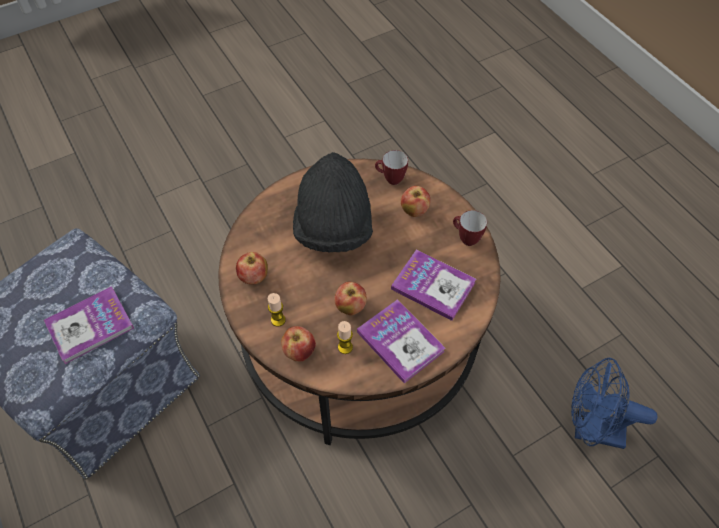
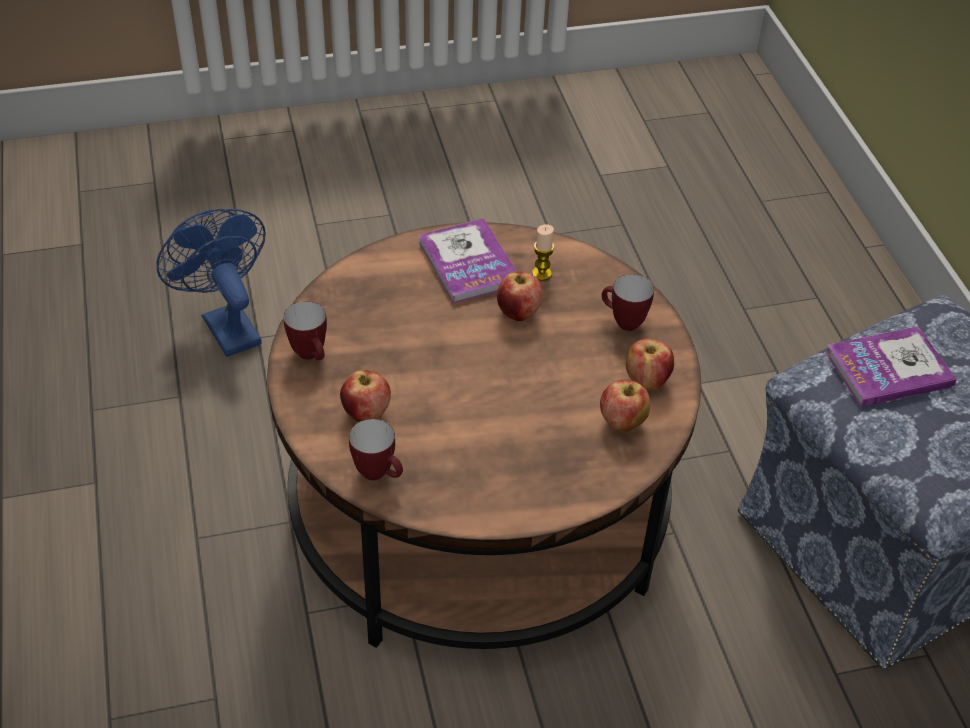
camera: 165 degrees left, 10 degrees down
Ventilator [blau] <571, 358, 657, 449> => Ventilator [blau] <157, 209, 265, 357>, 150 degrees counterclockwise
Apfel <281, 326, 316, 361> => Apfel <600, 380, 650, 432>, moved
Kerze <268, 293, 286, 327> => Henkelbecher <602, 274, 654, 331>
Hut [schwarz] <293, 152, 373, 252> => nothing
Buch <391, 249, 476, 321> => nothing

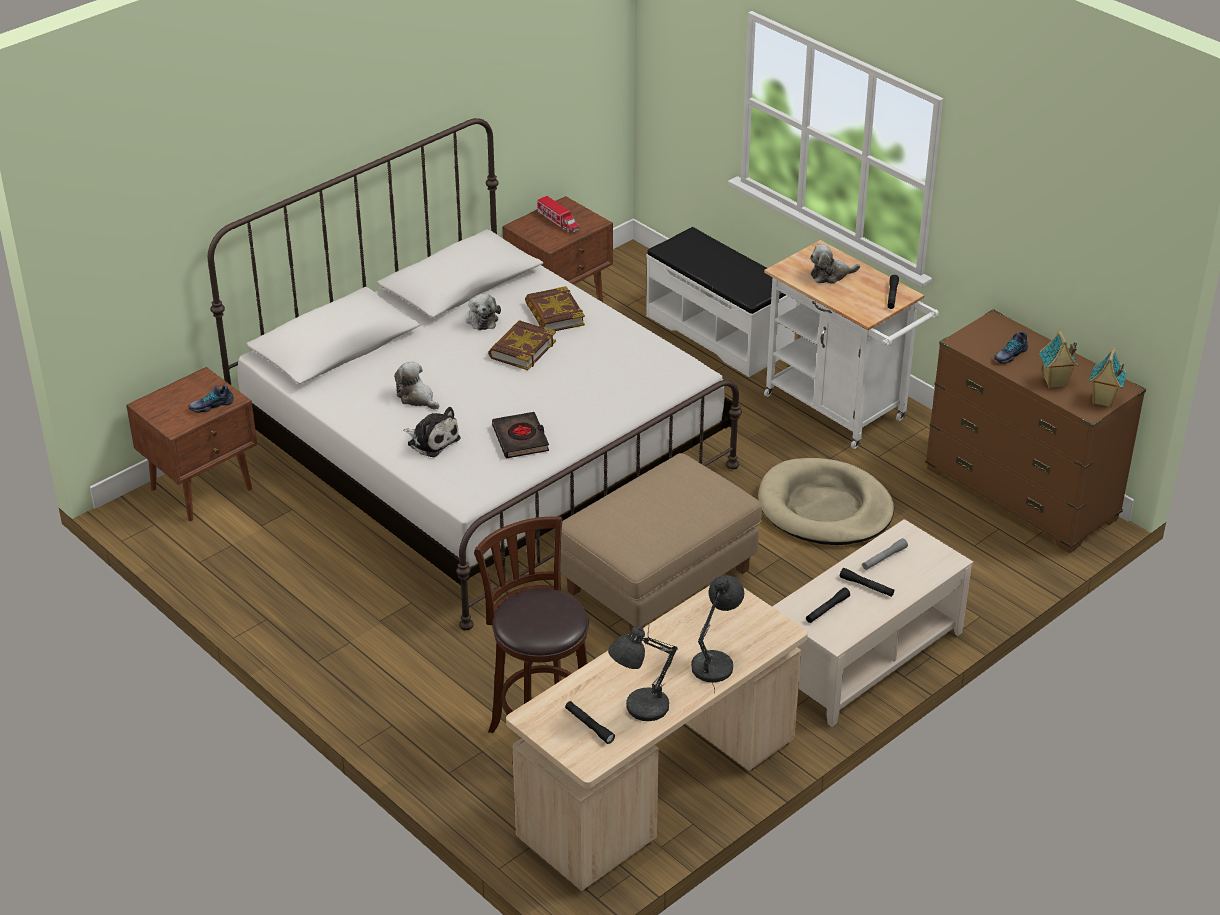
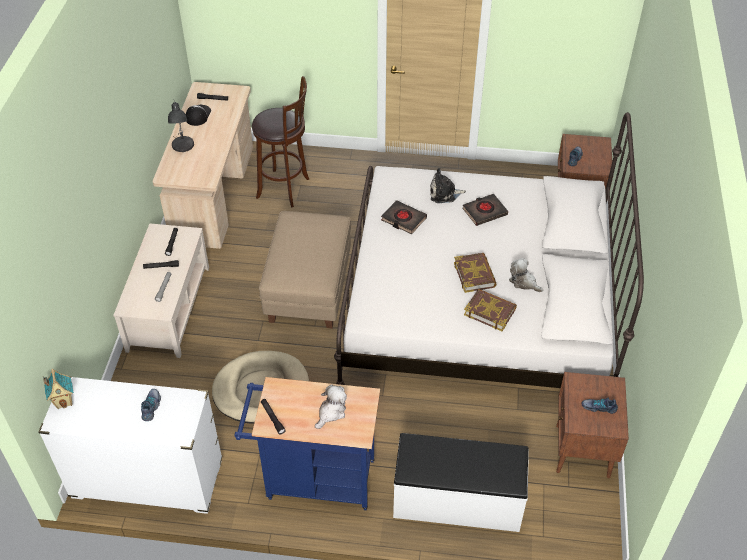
camera: 140 degrees right, 10 degrees up
Kommode [braun] <925, 309, 1146, 553> => Kommode [weiß] <38, 376, 222, 514>
Tischlampe [grau] <608, 623, 678, 721> => Kappe <186, 105, 211, 126>
Rollwagen [weiß] <764, 240, 939, 449> => Rollwagen [blau] <234, 377, 380, 510>
Plüschtier <394, 361, 439, 410> => Buch [schwarz] <463, 194, 508, 226>
Spielzeuglaster <537, 195, 579, 233> => Schuh <582, 398, 618, 414>
Spielzeughaus <1039, 330, 1079, 389> => nothing

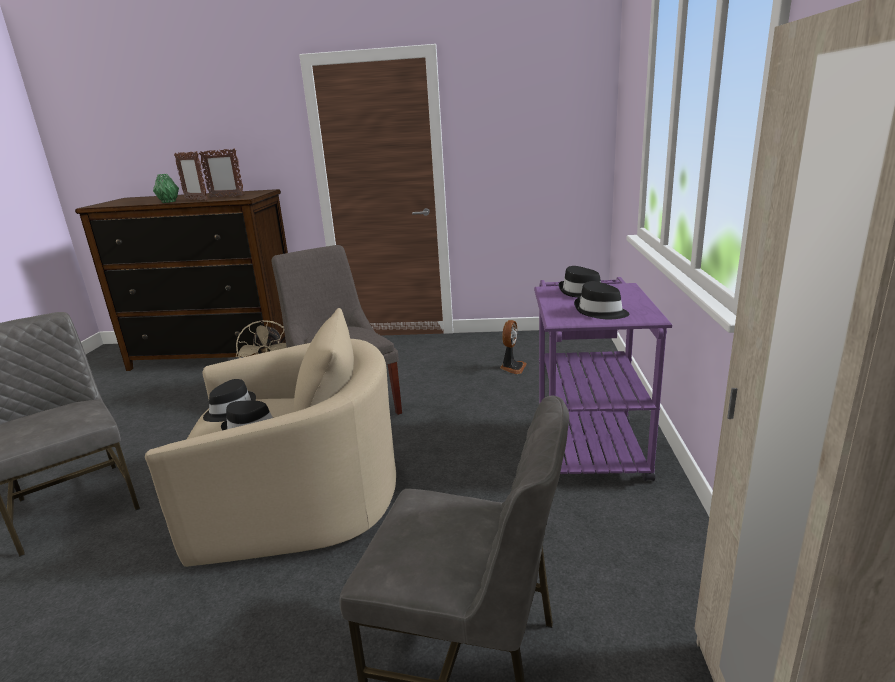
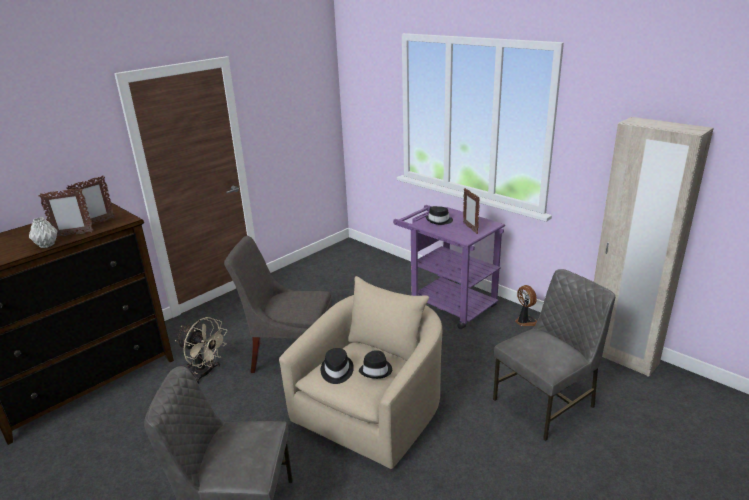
camera: 50 degrees left, 5 degrees up
Vase [grün] <153, 174, 179, 203> => Vase [grau] <29, 217, 57, 248>
Hut [schwarz] <574, 281, 629, 319> => Bilderrahmen <463, 188, 480, 234>
Ventilator <500, 320, 527, 374> => Ventilator <515, 285, 537, 326>, moved

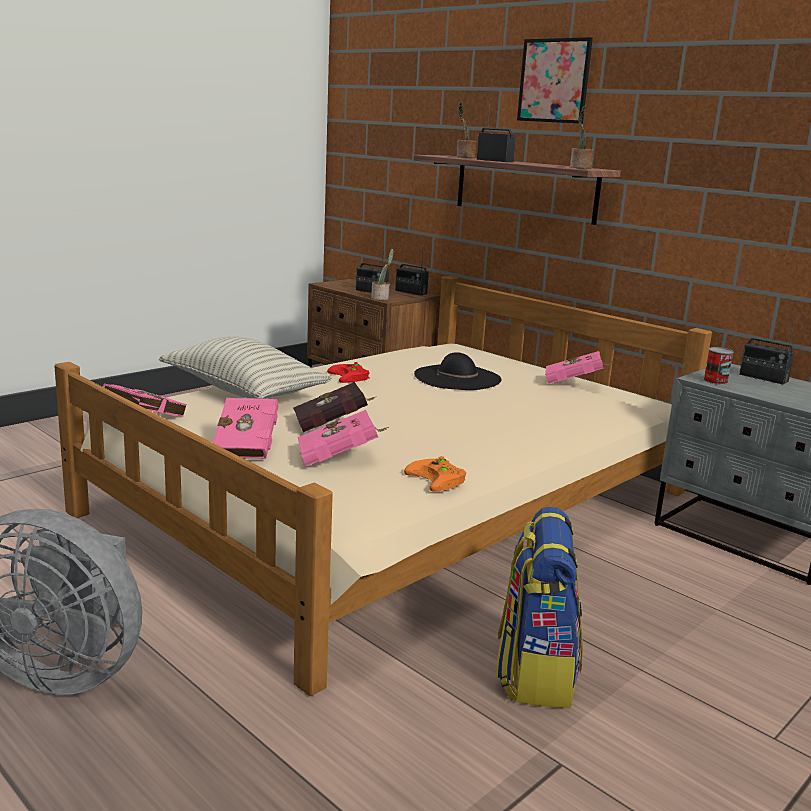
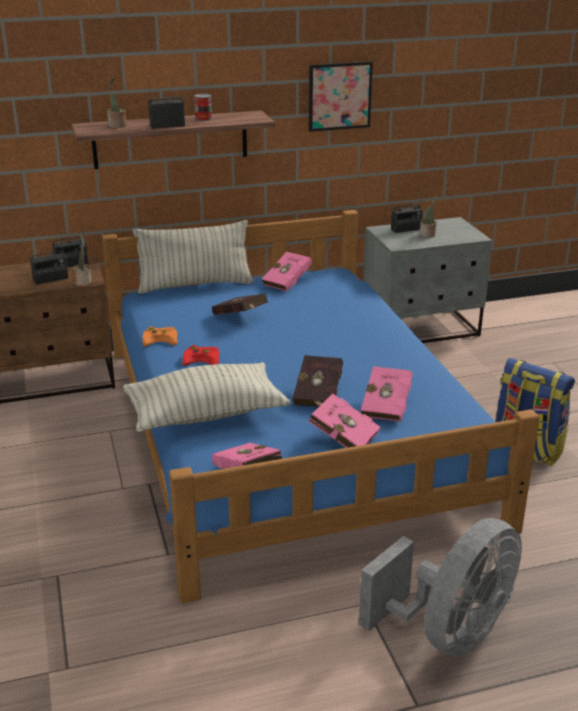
camera: 60 degrees left, 10 degrees up
Bett [beige] <54, 276, 712, 696> => Bett [blau] <102, 210, 539, 603>
nothing => Kissen <133, 220, 253, 294>
Gamepad [orange] <404, 456, 466, 492> => Gamepad [orange] <143, 326, 178, 346>, moved
Dose <704, 347, 733, 385> => Dose <194, 94, 212, 121>, moved
Hut [schwarz] <414, 352, 501, 390> => Buch [rot] <212, 294, 268, 315>
Bild <517, 37, 593, 124> => Bild <309, 61, 373, 132>, moved
Topfpflanze <570, 106, 594, 169> => Topfpflanze <419, 195, 438, 238>, moved

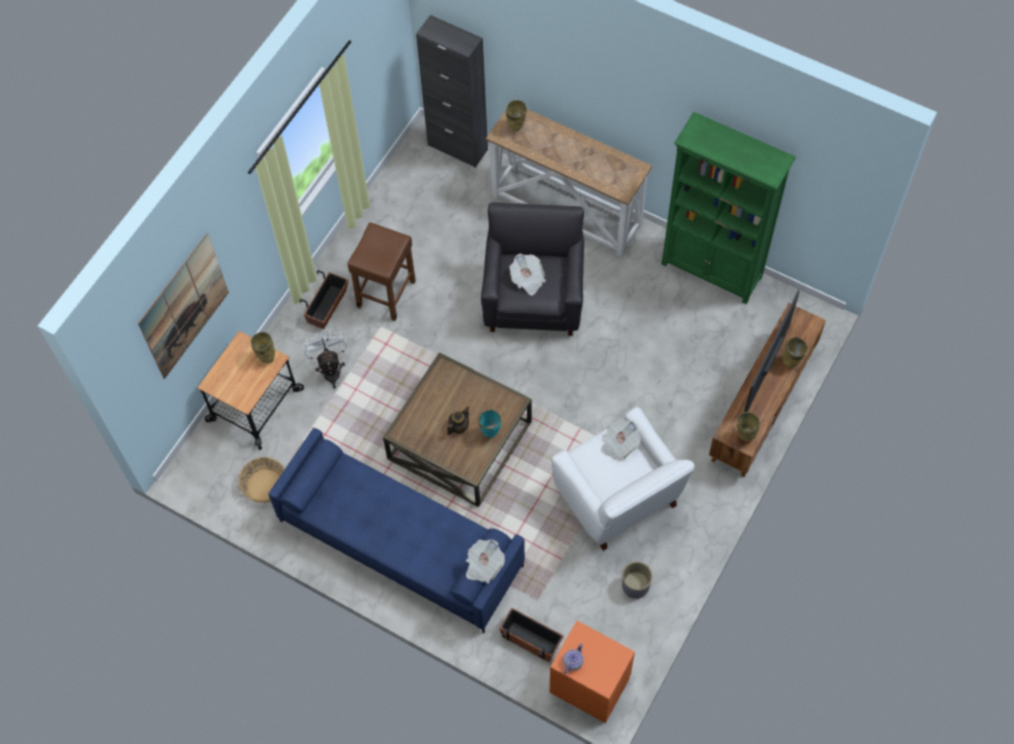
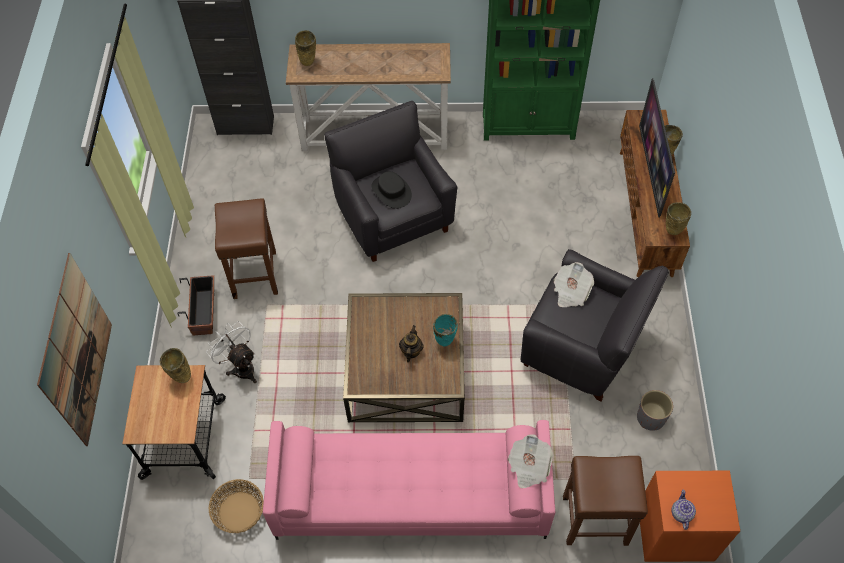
camera: 30 degrees left, 5 degrees down
Sofa [blau] <268, 428, 525, 633> => Sofa [rosa] <263, 420, 555, 540>
Zeitung <509, 253, 546, 296> => Hut [schwarz] <371, 171, 412, 209>
Sessel [weiß] <551, 407, 695, 551> => Sessel [schwarz] <521, 249, 669, 402>
Pflanzkübel <499, 608, 564, 662> => Hocker [braun] <563, 456, 648, 546>

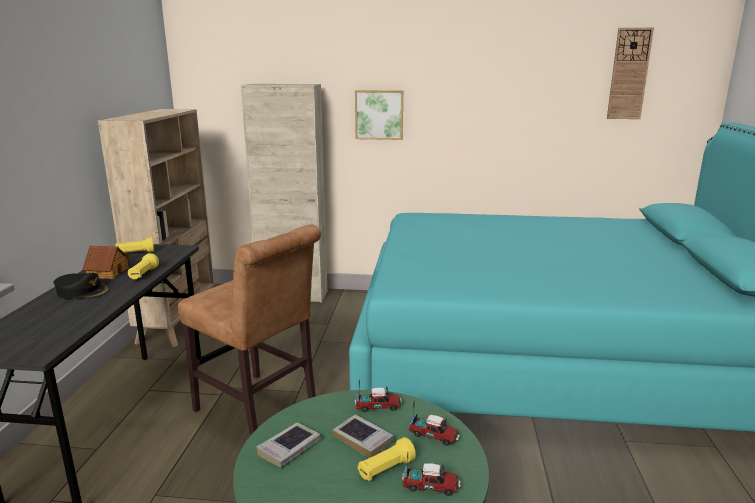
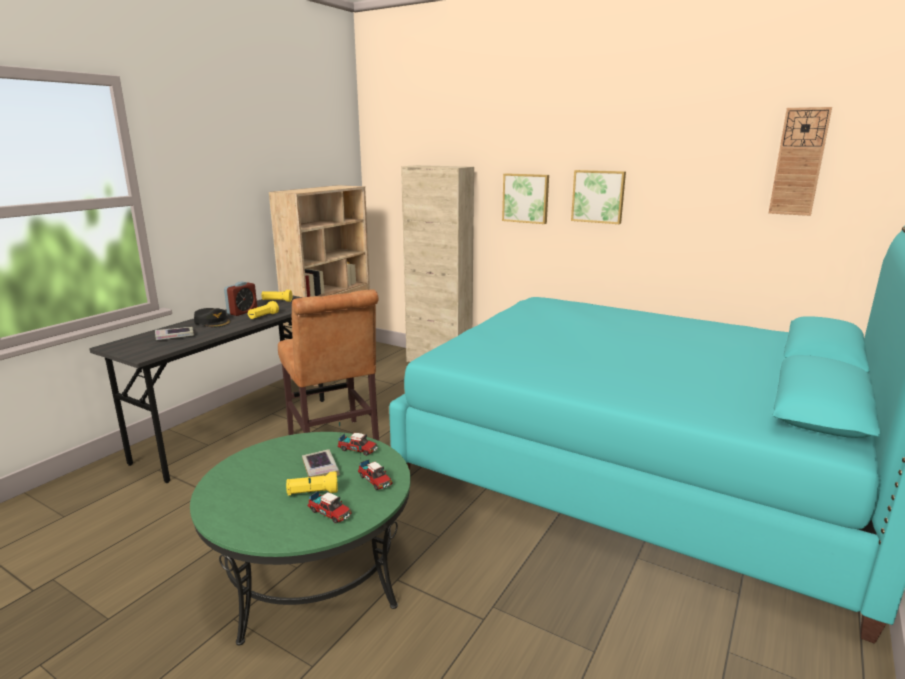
camera: 25 degrees right, 0 degrees up
Buch <256, 422, 321, 467> => Buch <155, 327, 194, 340>, moved
Spielzeughaus <82, 245, 130, 279> => Wecker <224, 282, 257, 316>
nothing => Bild <571, 170, 626, 224>

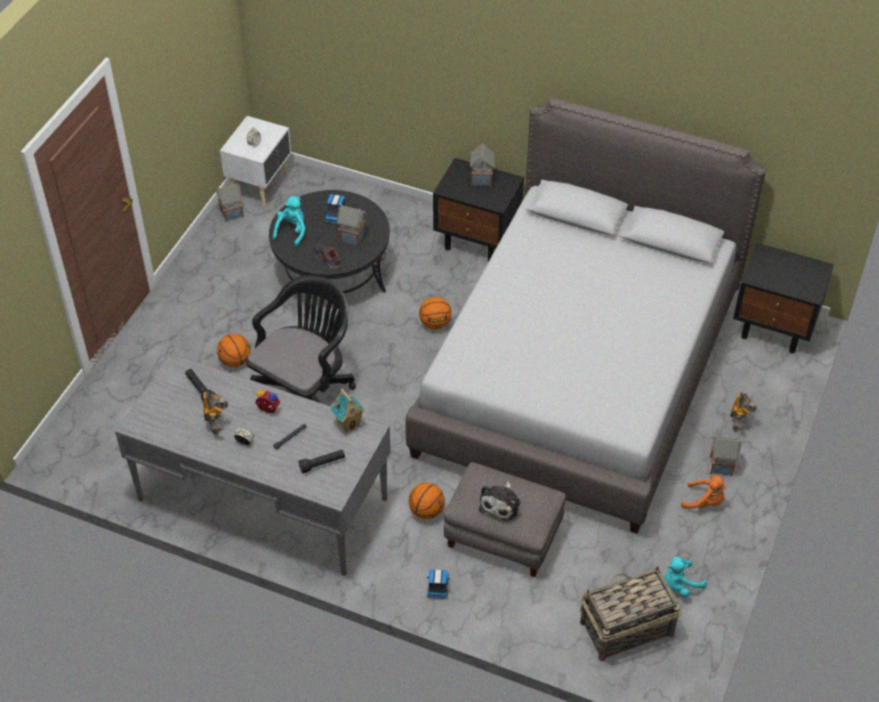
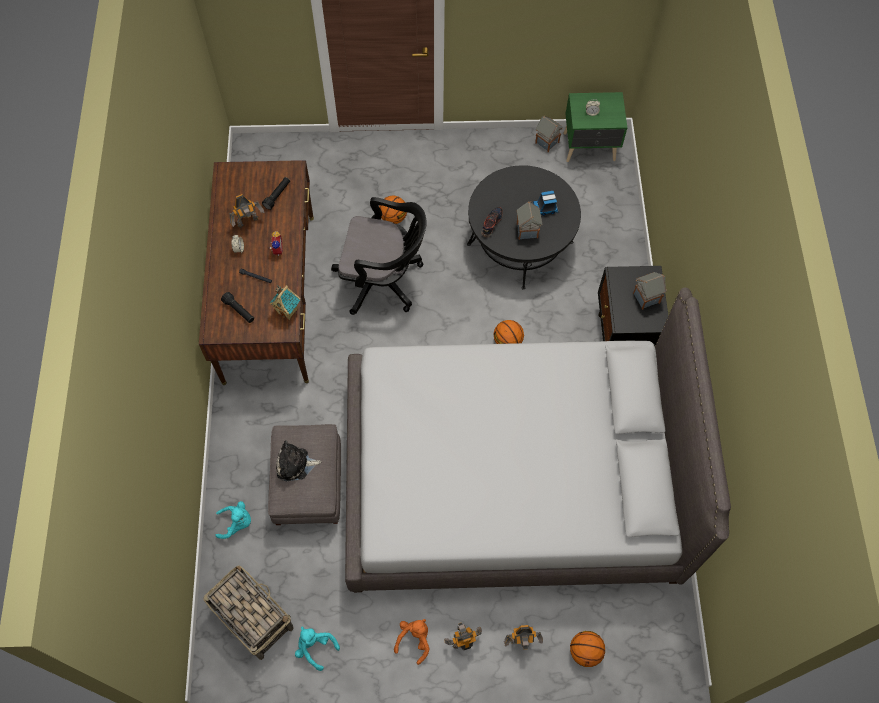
camera: 65 degrees right, 15 degrees up
Schreibtisch [grau] <115, 353, 391, 576> => Schreibtisch [braun] <199, 160, 314, 385>
Plüschtier [türkis] <273, 196, 306, 247> => Plüschtier [türkis] <215, 501, 251, 539>, moved
Plüschtier [orange] <681, 475, 727, 509> => Plüschtier [orange] <394, 619, 430, 665>, 150 degrees counterclockwise
Spielzeughaus <710, 437, 742, 476> => Spielzeugroboter <444, 623, 482, 650>
Nachttisch [weiß] <220, 116, 291, 208> => Nachttisch [grün] <563, 92, 627, 162>
Basketball <408, 483, 445, 519> => Basketball <570, 631, 605, 667>, moved
Spielzeuglaster <427, 569, 450, 599> => nothing
Nachttisch [schwarz] <733, 243, 834, 353> => nothing

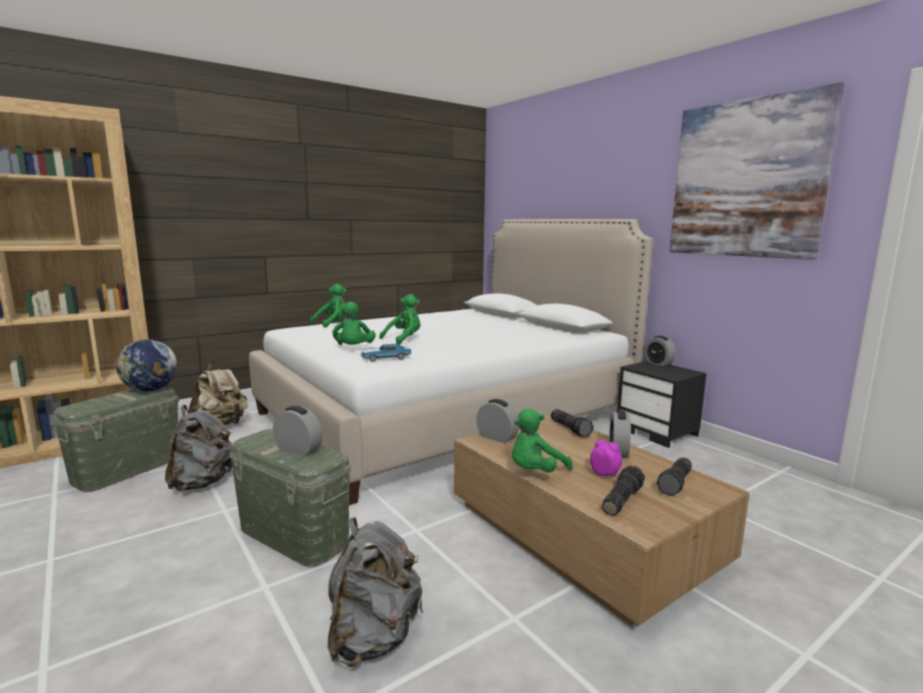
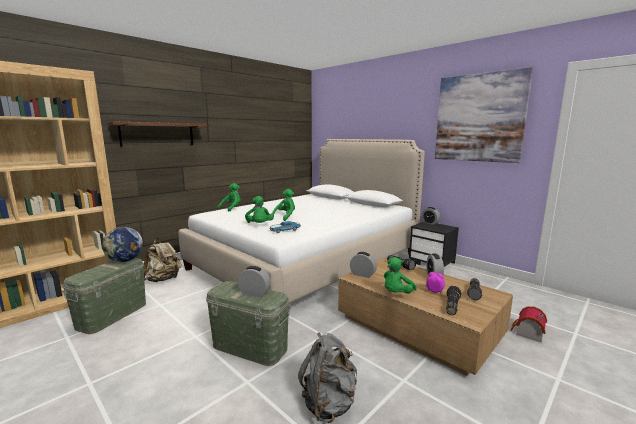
camera: 10 degrees left, 0 degrees up
nothing => Wandregal [braun] <107, 121, 207, 146>
nothing => Spielzeughaus <510, 306, 547, 342>
Rucksack [grau] <165, 405, 232, 491> => nothing

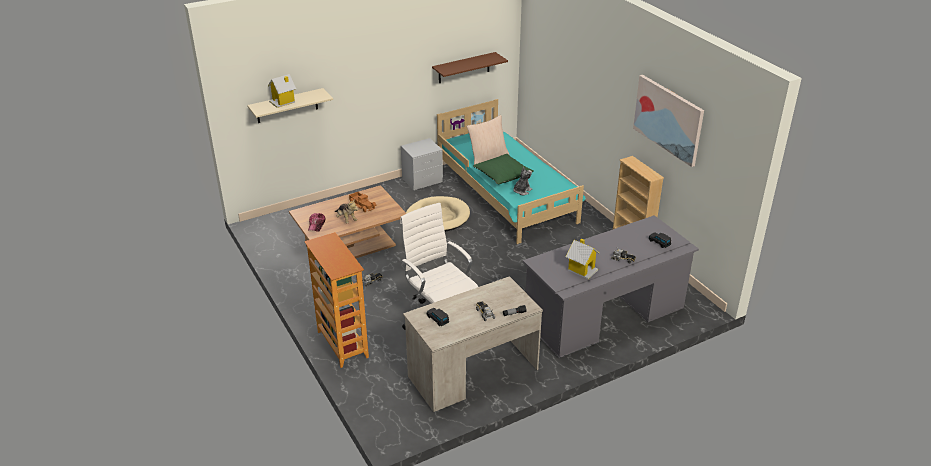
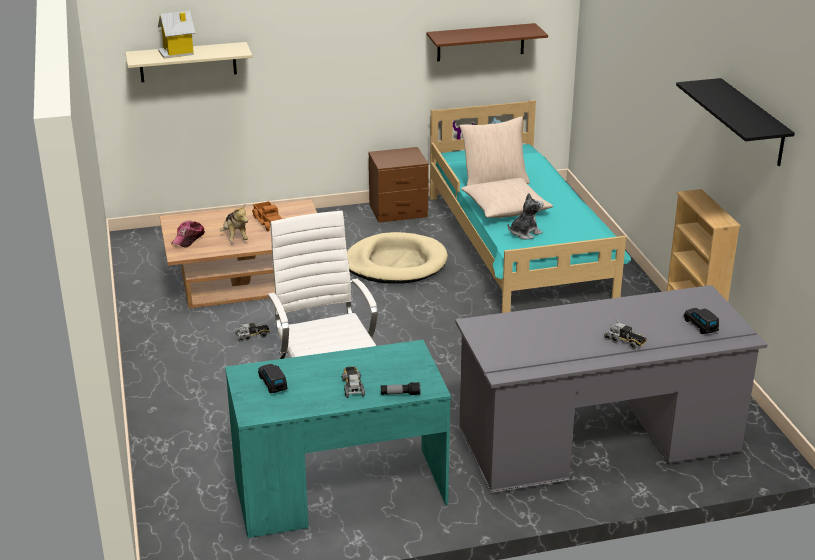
camera: 15 degrees right, 5 degrees down
Schreibtisch [beige] <403, 276, 543, 412> => Schreibtisch [türkis] <225, 340, 451, 538>
Nachttisch [grau] <401, 138, 443, 190> => Nachttisch [braun] <369, 147, 429, 223>
Kissen [grün] <473, 154, 534, 184> => Kissen [beige] <461, 178, 553, 218>
Bild <633, 75, 704, 167> => Wandregal [schwarz] <676, 78, 795, 166>
Bücherregal <304, 232, 369, 368> => nothing
Spielzeughaus <566, 239, 600, 279> => nothing

